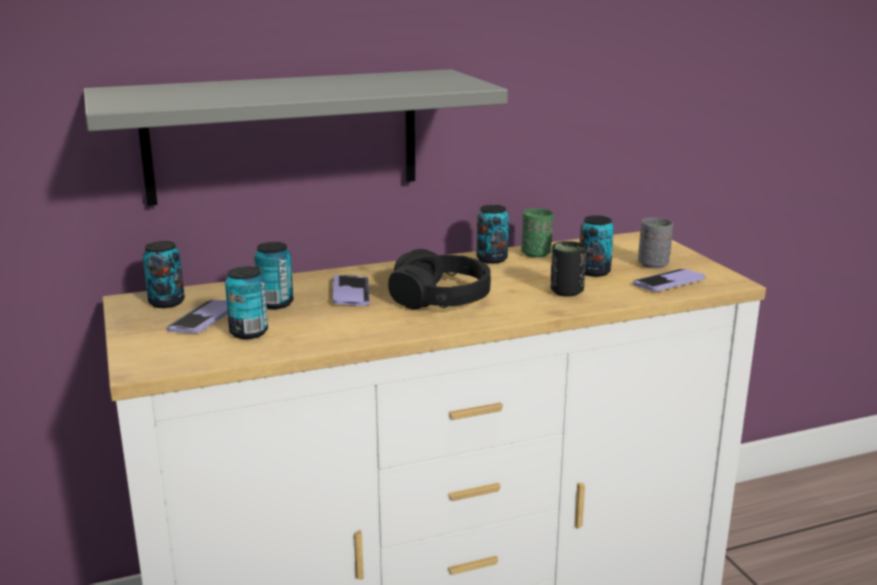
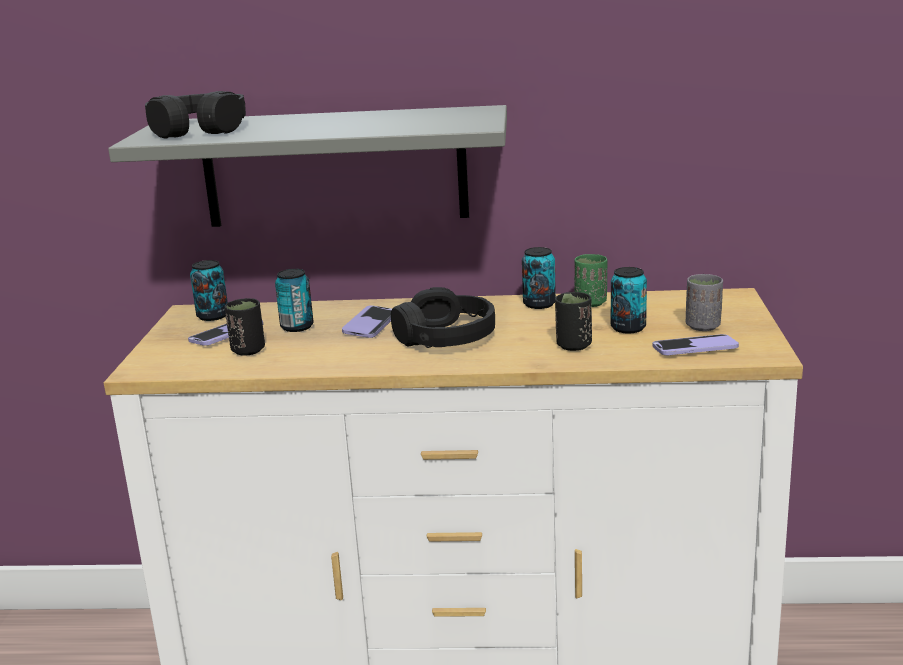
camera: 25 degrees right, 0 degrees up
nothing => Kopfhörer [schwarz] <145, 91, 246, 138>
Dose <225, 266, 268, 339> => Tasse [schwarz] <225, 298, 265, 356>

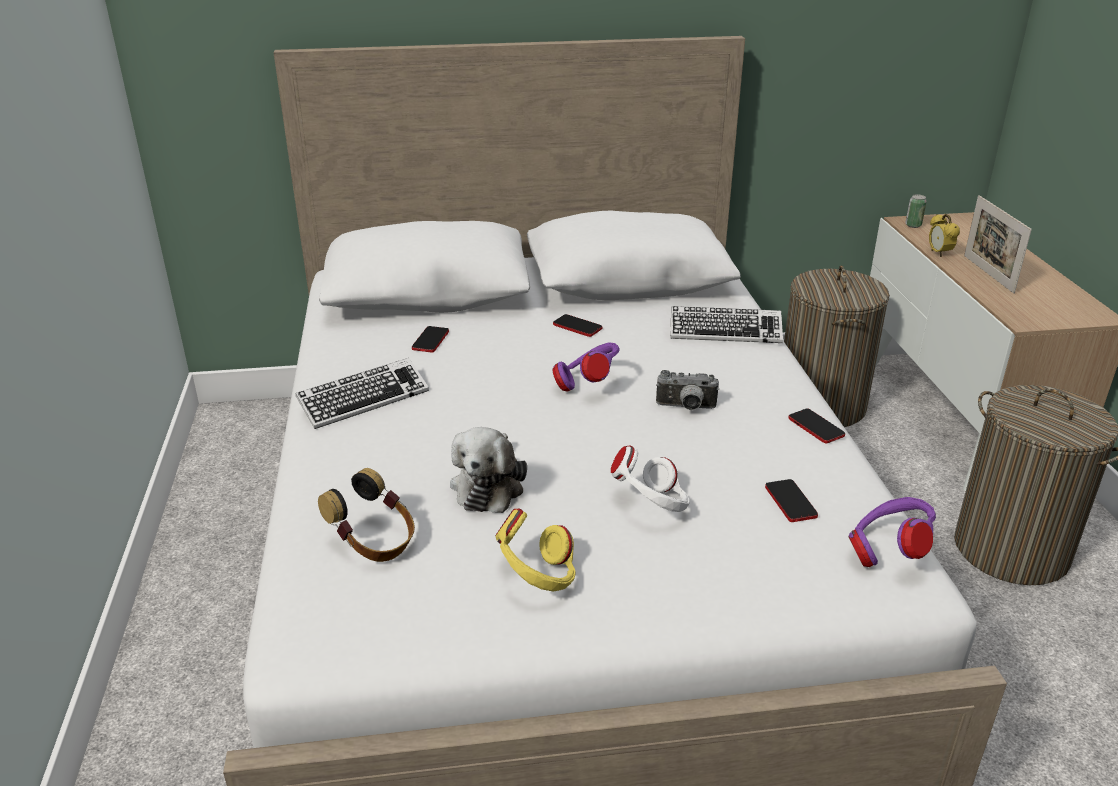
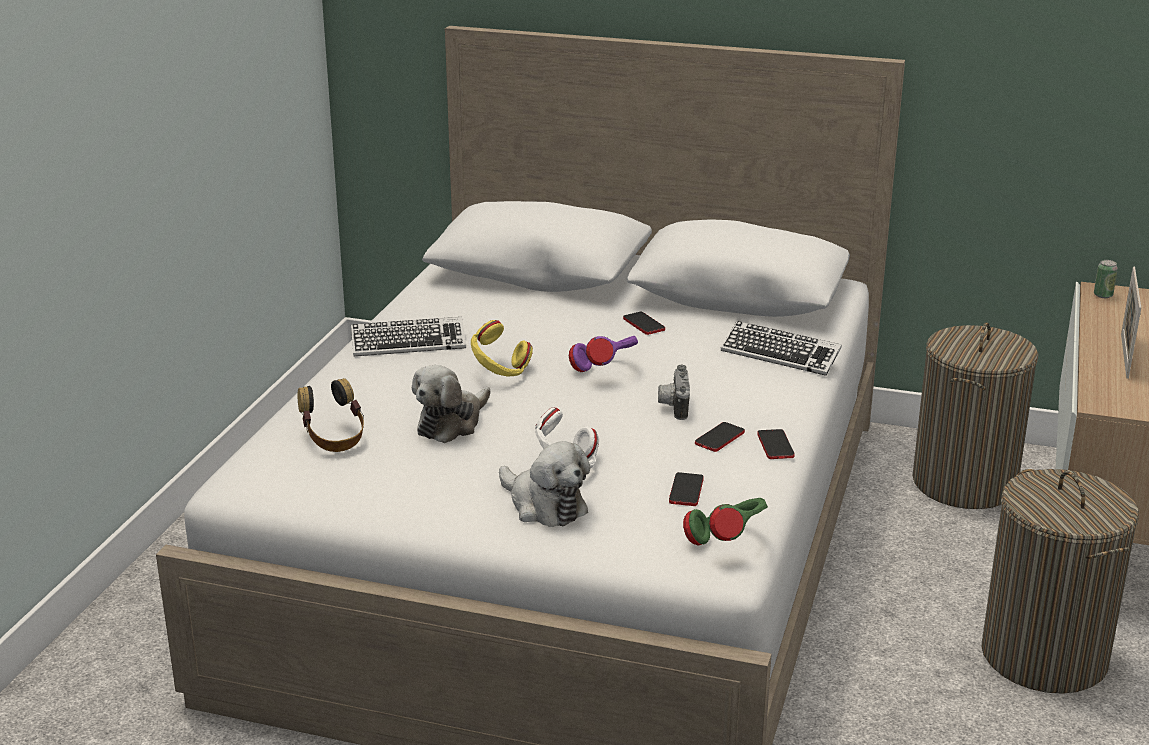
camera: 25 degrees right, 5 degrees down
Kopfhörer [gelb] <495, 509, 576, 591> => Kopfhörer [gelb] <471, 320, 533, 377>, moved
nothing => Plüschtier <499, 441, 590, 527>
Kamera <656, 370, 719, 410> => Kamera <658, 365, 690, 420>, 60 degrees clockwise
Kopfhörer [lila] <848, 497, 936, 567> => Kopfhörer [grün] <683, 498, 768, 546>
Handy <412, 326, 449, 353> => Handy <695, 422, 745, 452>, moved
Wecker <929, 214, 960, 257> => nothing

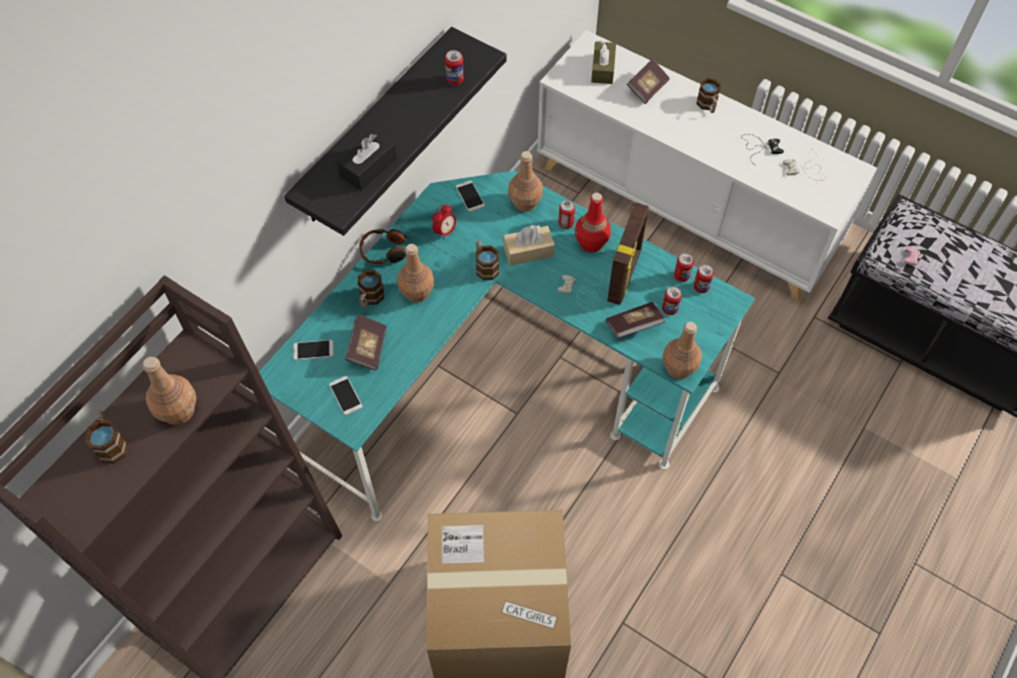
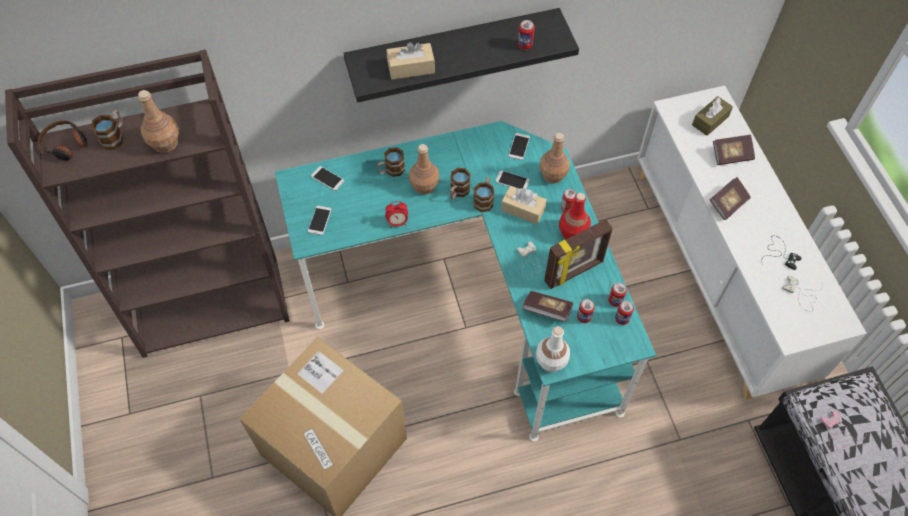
camera: 40 degrees right, 0 degrees up
Kopfhörer <359, 229, 410, 264> => Kopfhörer <38, 120, 87, 161>, moved
Wecker <432, 204, 456, 240> => Wecker <385, 201, 408, 228>, moved
Taschentuchbox [schwarz] <337, 130, 397, 191> => Taschentuchbox [beige] <387, 42, 435, 79>
Henkelbecher <696, 78, 721, 113> => Henkelbecher <450, 168, 471, 200>, moved
nothing => Handy <496, 170, 530, 189>
Flasche [braun] <662, 322, 702, 379> => Flasche [weiß] <536, 326, 570, 372>
Buch <346, 314, 387, 370> => Buch <710, 177, 751, 220>, moved

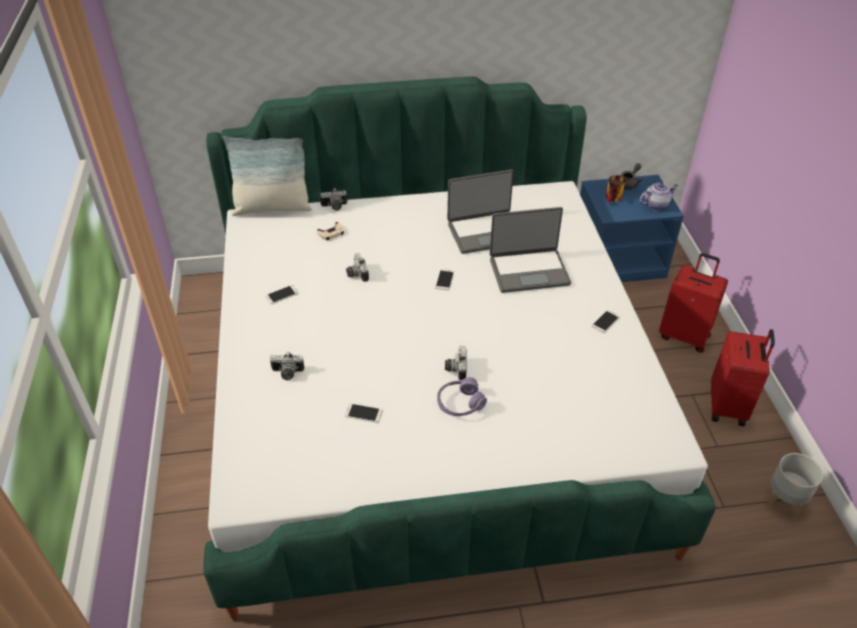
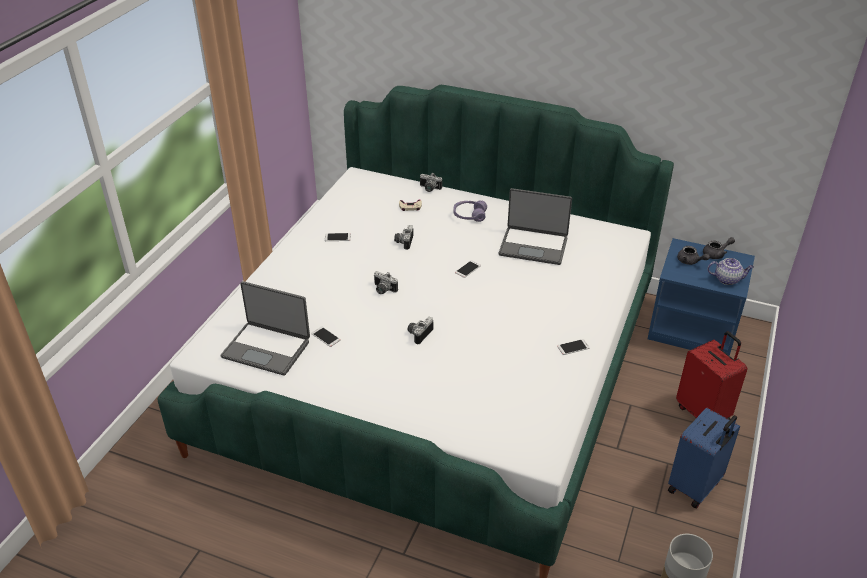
camera: 30 degrees right, 5 degrees down
Laptop <490, 207, 571, 293> => Laptop <221, 281, 310, 376>, moved
Kamera <270, 352, 305, 380> => Kamera <374, 271, 398, 294>, moved
Kopfhörer [lila] <437, 377, 487, 416> => Kopfhörer [lila] <453, 201, 487, 222>, moved
Koffer [rot] <711, 329, 775, 426> => Koffer [blau] <668, 408, 740, 509>
Henkelbecher <606, 175, 626, 204> => Teekanne [grau] <677, 246, 710, 265>
Kissen <223, 136, 312, 216> => nothing

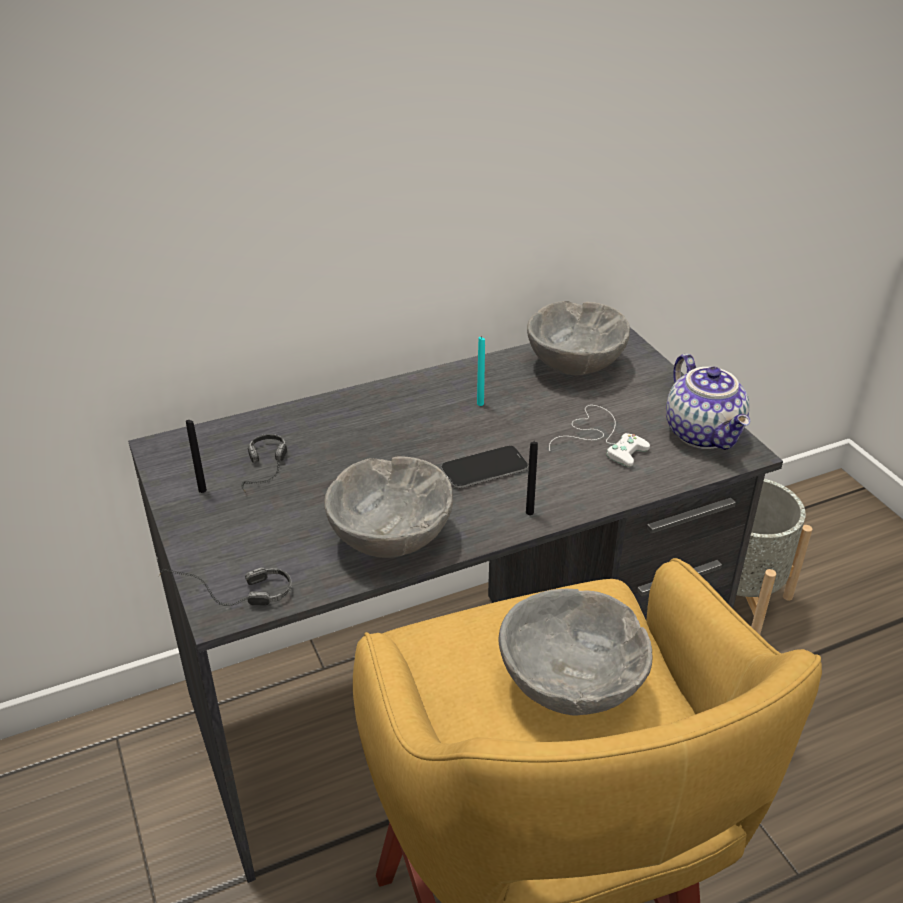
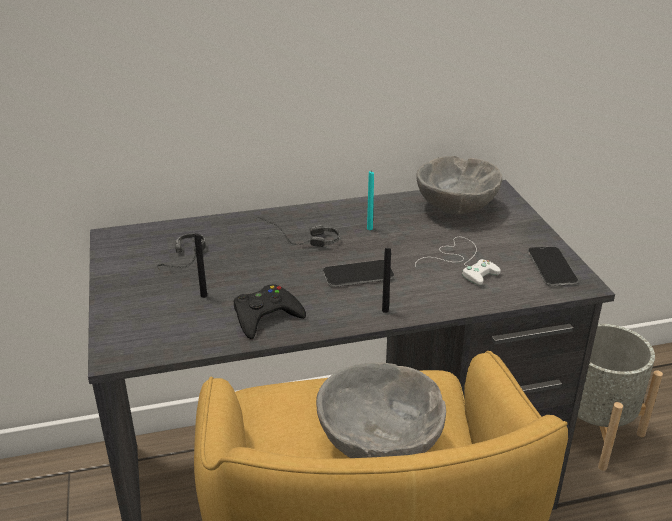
camera: 10 degrees right, 5 degrees down
Kerze [schwarz] <186, 420, 207, 493> => Kerze [schwarz] <194, 234, 207, 298>, moved
Schüssel [grau] <324, 456, 453, 558> => Gamepad [schwarz] <233, 284, 306, 339>
Kopfhörer <159, 567, 292, 606> => Kopfhörer <255, 217, 340, 247>, moved
Teekanne <666, 354, 750, 450> => Handy <528, 247, 578, 286>

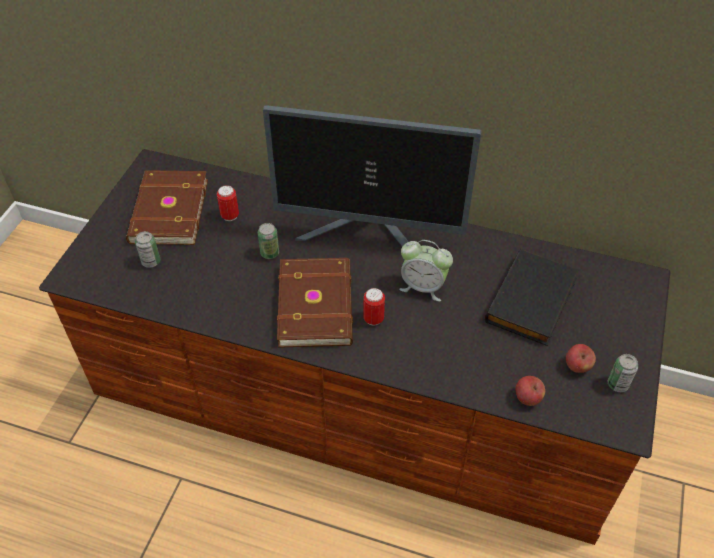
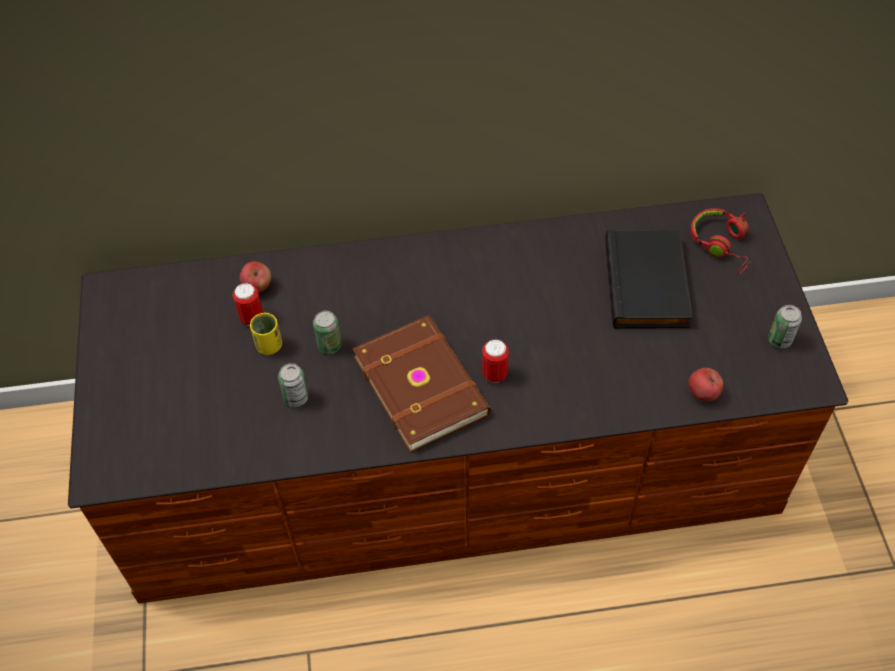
camera: 25 degrees left, 5 degrees up
Apfel <566, 344, 596, 373> => Apfel <240, 261, 271, 293>, moved
nothing => Tasse [gelb] <250, 313, 282, 355>
Dose <135, 231, 160, 268> => Dose <278, 363, 308, 407>, moved
nothing => Kopfhörer [rot] <690, 208, 752, 275>
Buch [braun] <126, 170, 208, 245> => nothing
Monitor <263, 105, 481, 247> => nothing
Wecker <399, 240, 453, 301> => nothing

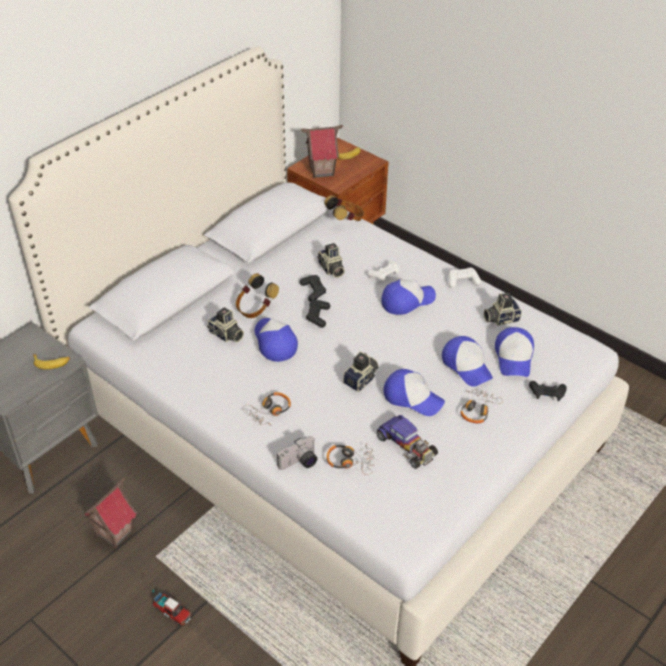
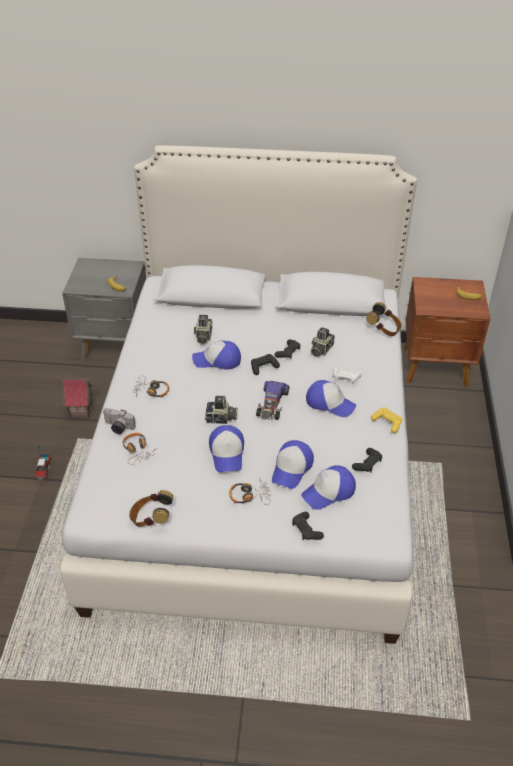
camera: 55 degrees right, 0 degrees up
Kopfhörer <236, 273, 279, 318> => Kopfhörer <129, 490, 173, 527>, moved
Kappe <255, 318, 298, 362> => Kappe <192, 340, 241, 370>, 120 degrees counterclockwise
Spielzeugauto <376, 415, 438, 469> => Spielzeugauto <256, 381, 289, 420>, moved
Kamera <484, 293, 522, 326> => Gamepad [schwarz] <352, 448, 382, 473>
Gamepad [weiß] <449, 267, 481, 288> => Gamepad [gelb] <371, 407, 402, 433>
Spielzeughaus <301, 125, 343, 178> => nothing

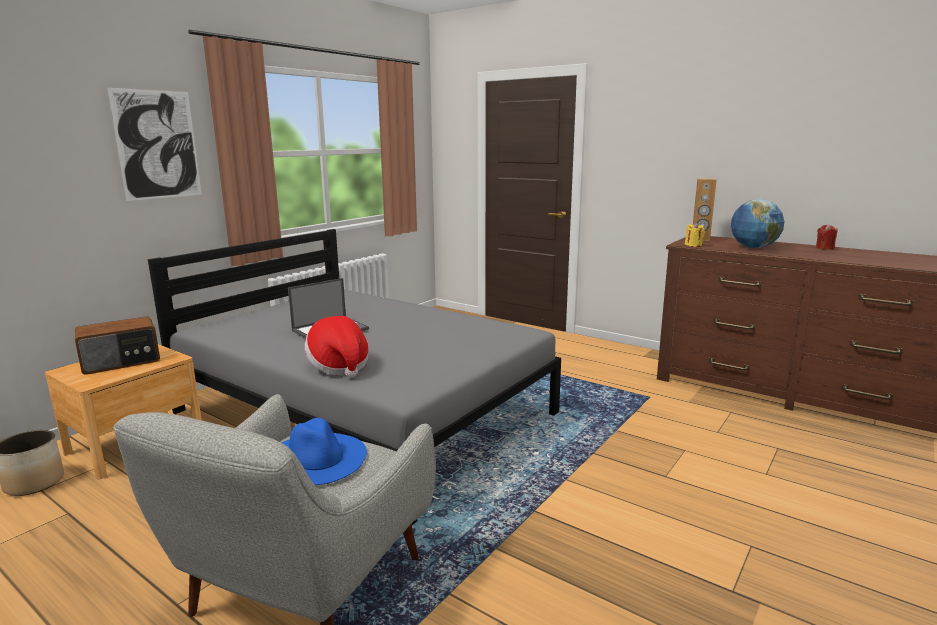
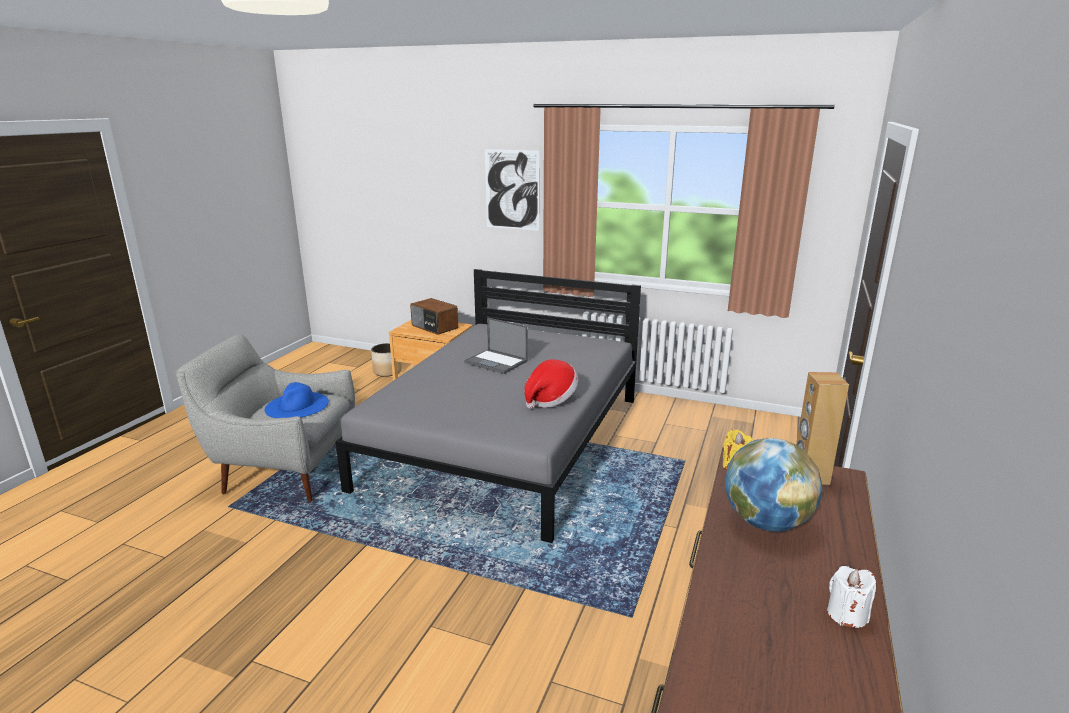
camera: 75 degrees right, 5 degrees up
Hut <305, 316, 369, 378> => Hut <524, 360, 578, 409>, moved
Kerze [rot] <816, 224, 837, 250> => Kerze [weiß] <827, 566, 876, 628>

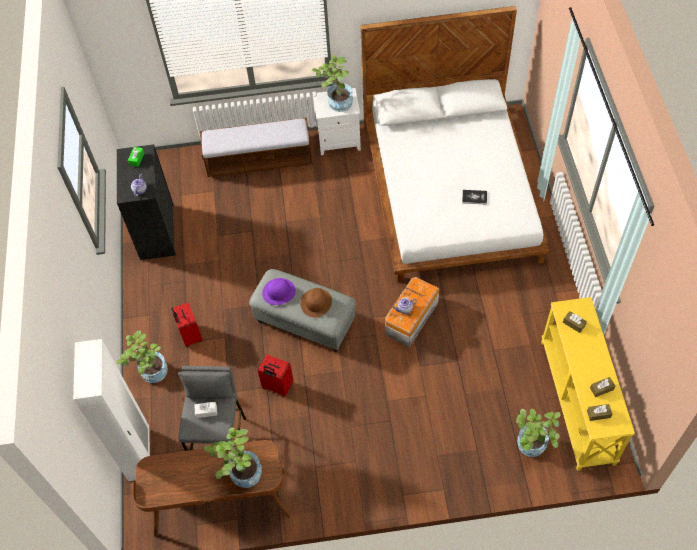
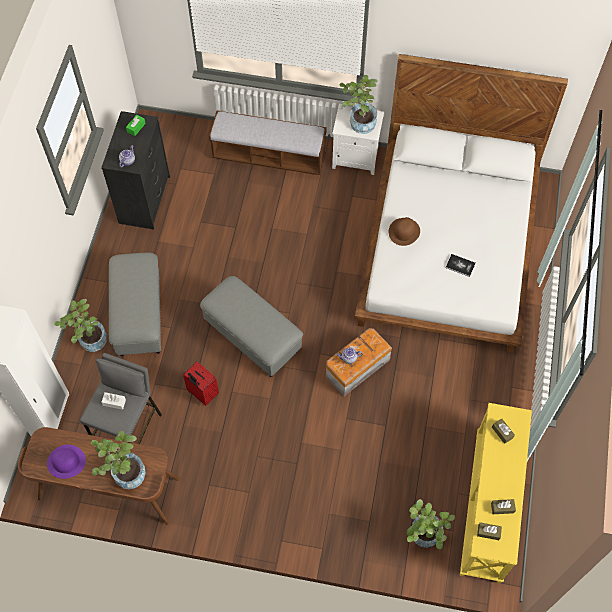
camera: 15 degrees right, 5 degrees up
Hut [lila] <262, 278, 296, 305> => Hut [lila] <47, 445, 86, 479>, moved
Koffer [rot] <171, 302, 203, 347> => Polsterhocker [grau] <109, 253, 161, 357>
Hut [braun] <300, 288, 332, 318> => Hut [braun] <389, 217, 420, 246>, moved

